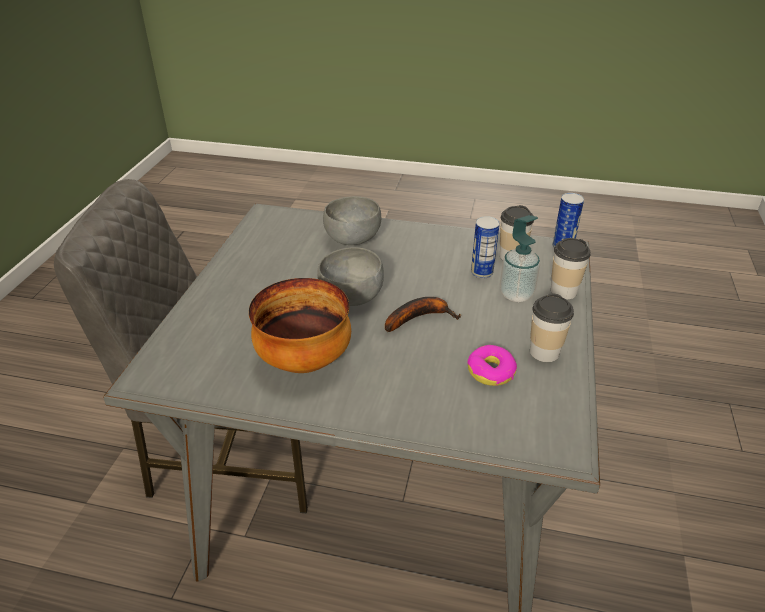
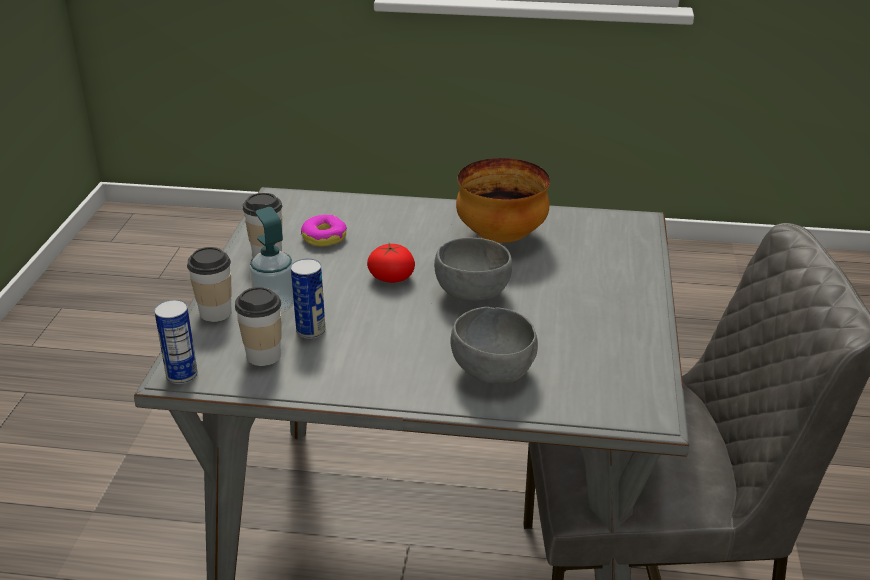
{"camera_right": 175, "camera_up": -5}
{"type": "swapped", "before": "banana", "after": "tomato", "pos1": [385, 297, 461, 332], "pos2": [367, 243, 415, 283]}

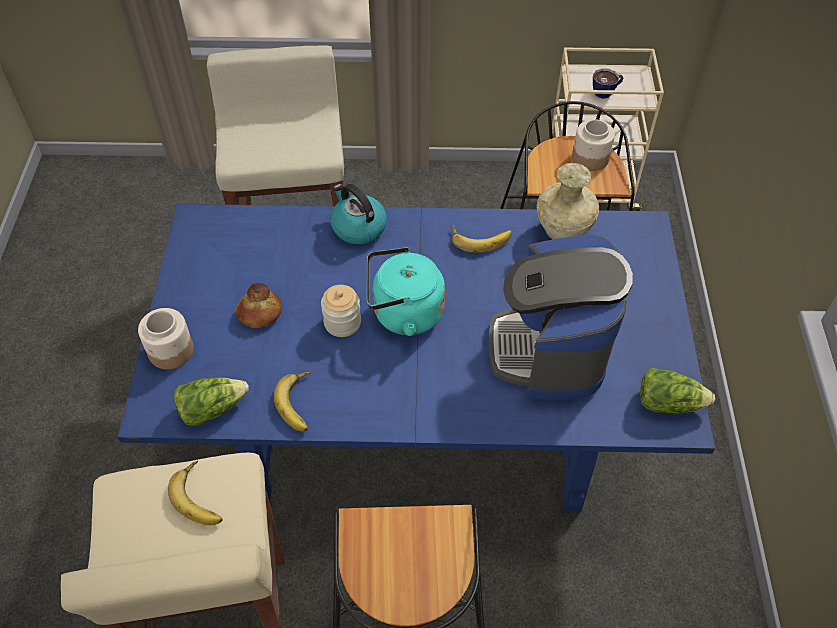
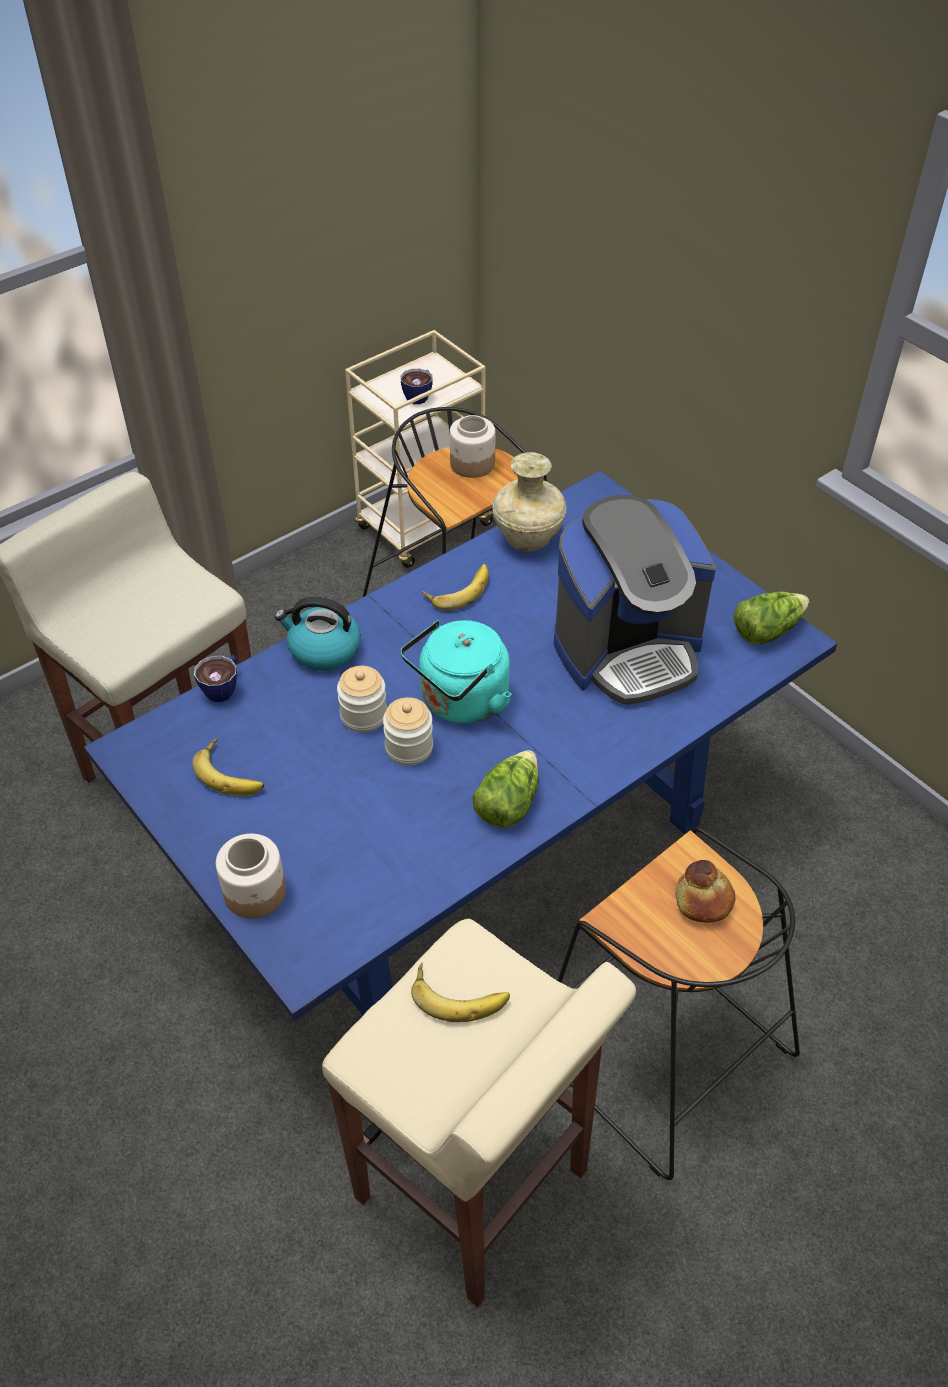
{"camera_right": -40, "camera_up": -5}
{"type": "new", "after": "cup", "pos2": [194, 655, 237, 702]}
{"type": "new", "after": "jar", "pos2": [337, 666, 387, 732]}
{"type": "shifted", "before": "lettuce", "pos1": [174, 377, 249, 426], "pos2": [472, 750, 539, 828]}
{"type": "shifted", "before": "bread", "pos1": [236, 283, 282, 328], "pos2": [675, 860, 736, 923]}
{"type": "shifted", "before": "banana", "pos1": [274, 372, 311, 431], "pos2": [192, 738, 264, 796]}
{"type": "rotated", "before": "coffee machine", "pos1": [489, 235, 633, 400], "pos2": [554, 495, 716, 705], "turn": -75}

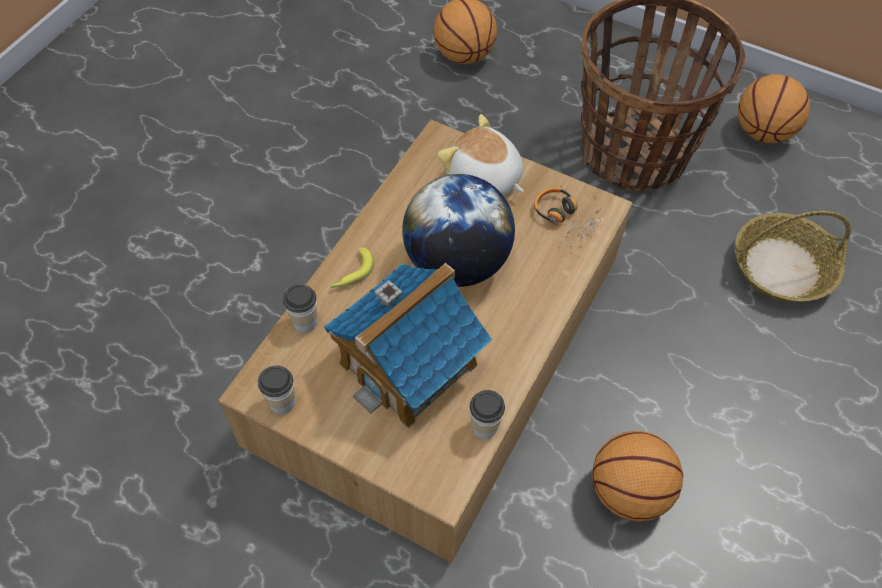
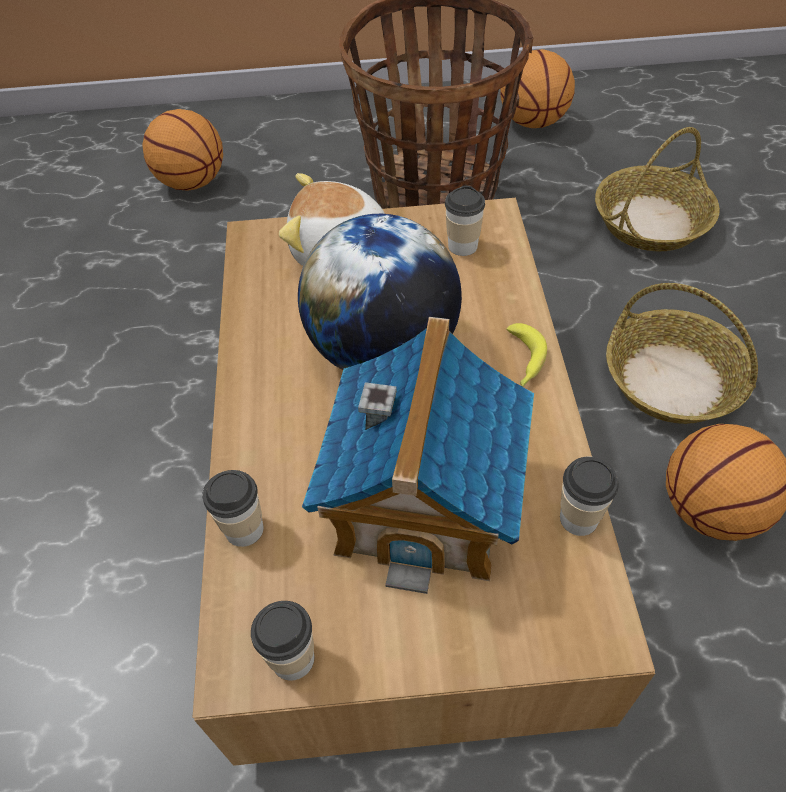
{"camera_right": -30, "camera_up": -5}
{"type": "new", "after": "basket", "pos2": [606, 283, 758, 424]}
{"type": "shifted", "before": "banana", "pos1": [330, 247, 374, 288], "pos2": [506, 323, 547, 387]}
{"type": "swapped", "before": "headphones", "after": "cup", "pos1": [534, 187, 601, 247], "pos2": [445, 186, 485, 256]}

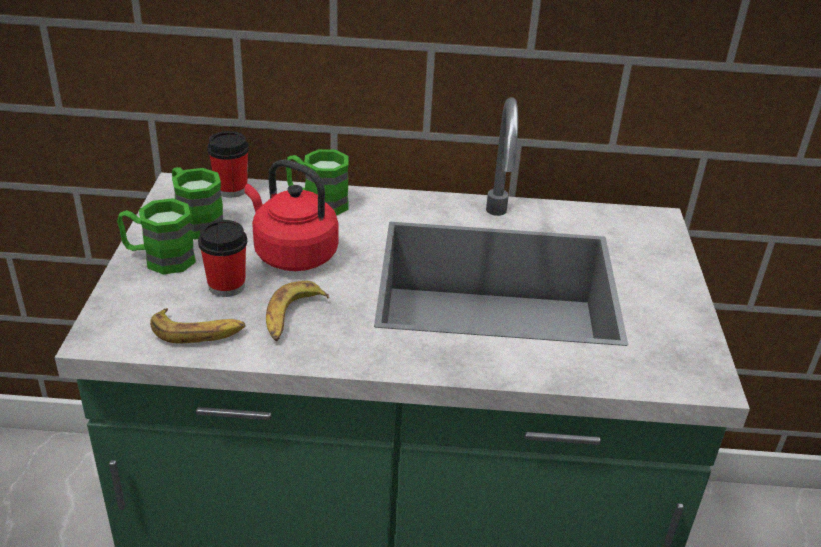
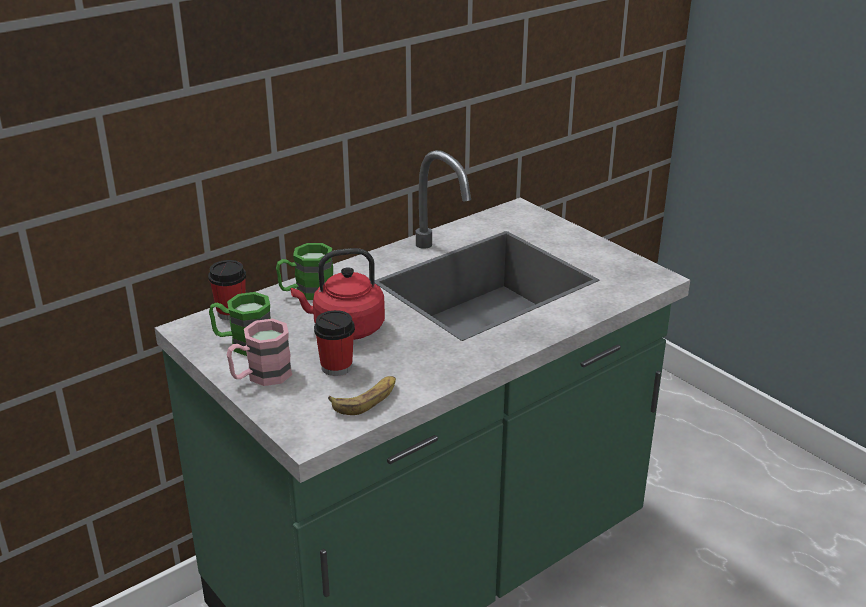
{"camera_right": -40, "camera_up": -5}
{"type": "gone", "before": "banana", "pos1": [266, 281, 329, 341]}
{"type": "repainted", "before": "green mug", "after": "pink mug", "pos1": [117, 198, 196, 274], "pos2": [227, 319, 292, 386]}

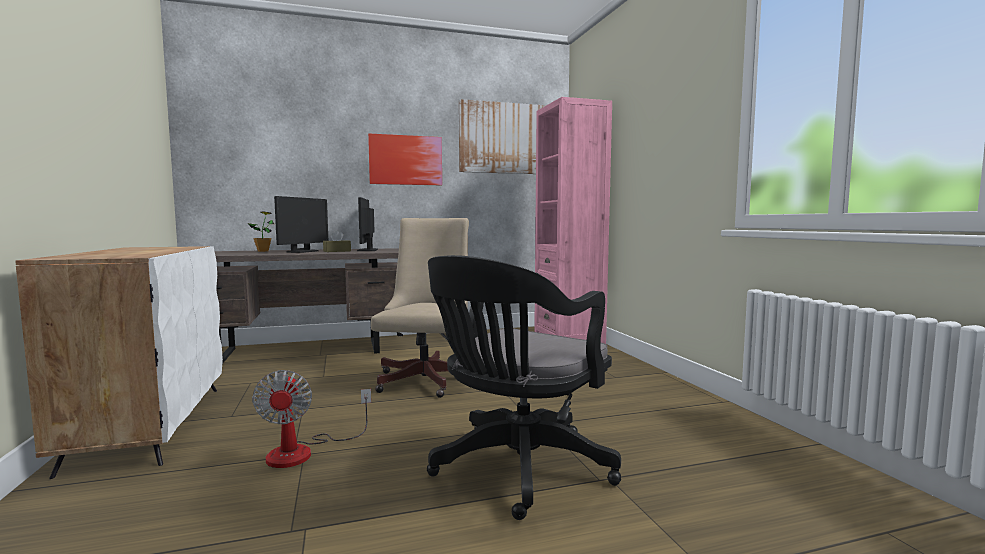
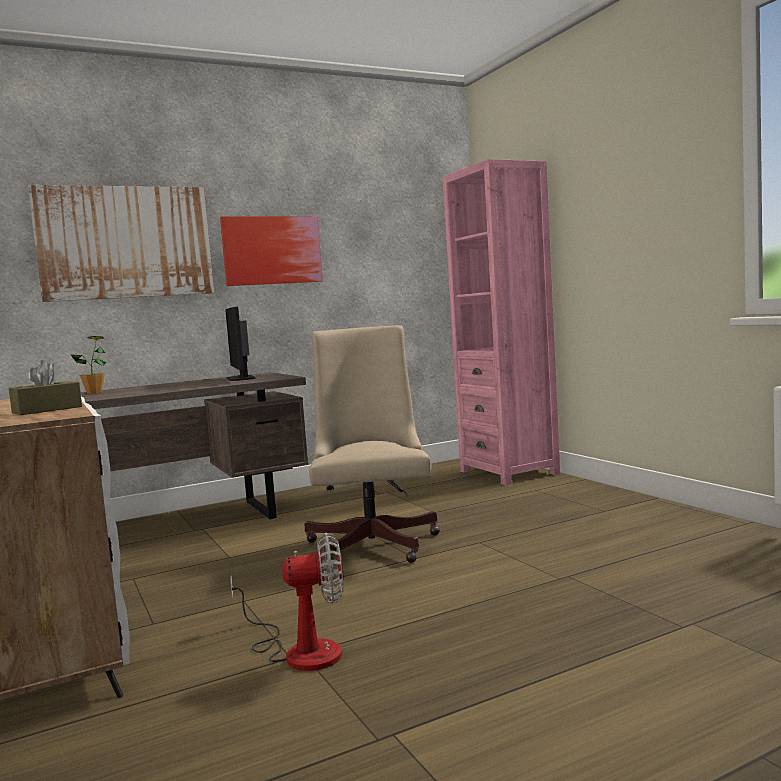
{"camera_right": -10, "camera_up": 0}
{"type": "gone", "before": "monitor", "pos1": [274, 196, 328, 253]}
{"type": "gone", "before": "black office chair", "pos1": [427, 255, 621, 520]}
{"type": "shifted", "before": "brown tissue box", "pos1": [323, 231, 351, 252], "pos2": [9, 360, 82, 415]}
{"type": "shifted", "before": "picture", "pos1": [459, 99, 546, 174], "pos2": [28, 185, 214, 302]}
{"type": "rotated", "before": "fan", "pos1": [252, 370, 371, 468], "pos2": [230, 533, 343, 671], "turn": -75}

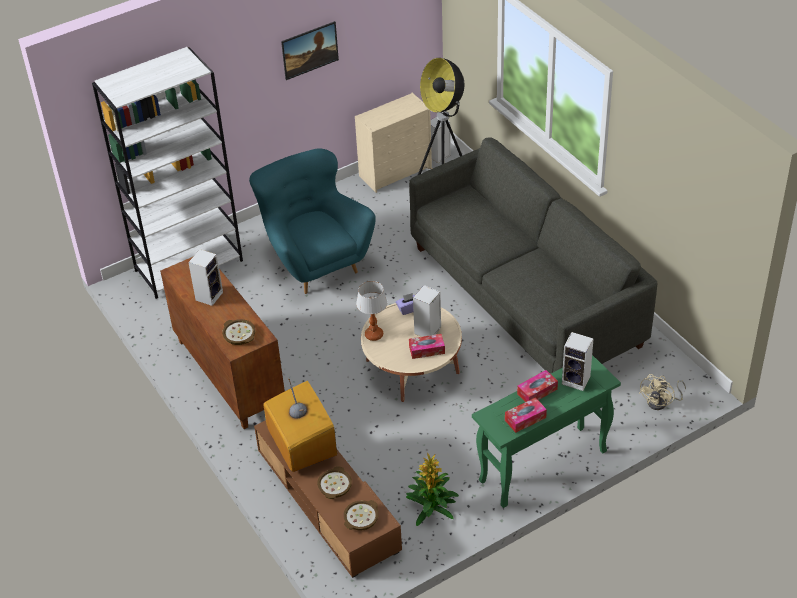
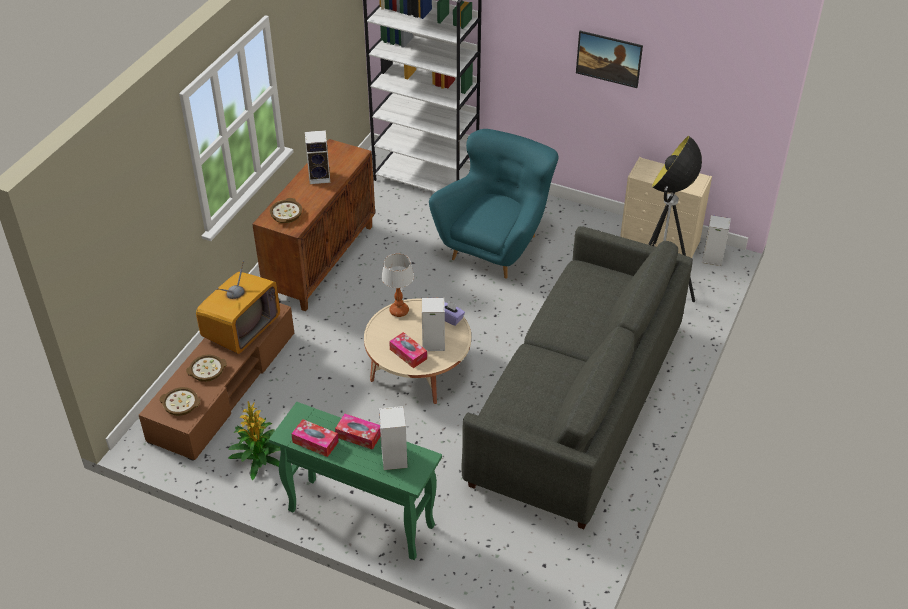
{"camera_right": 55, "camera_up": 0}
{"type": "gone", "before": "beige fan", "pos1": [639, 374, 686, 410]}

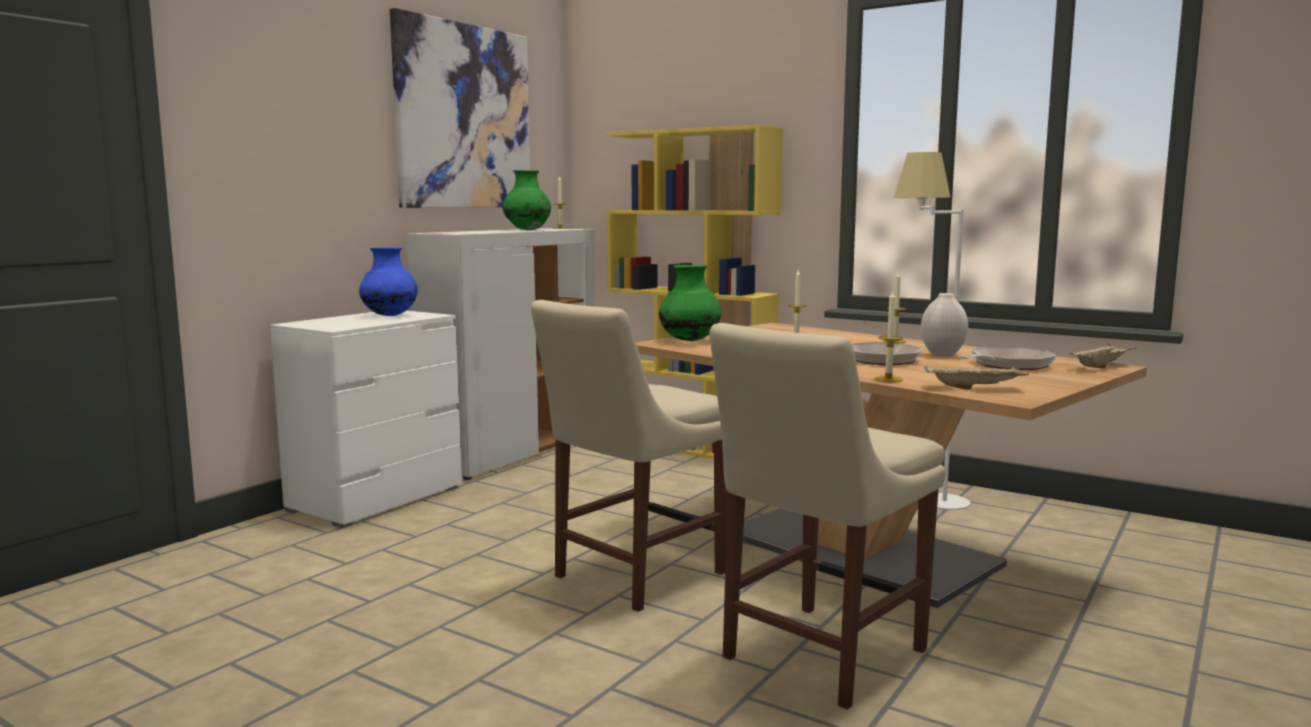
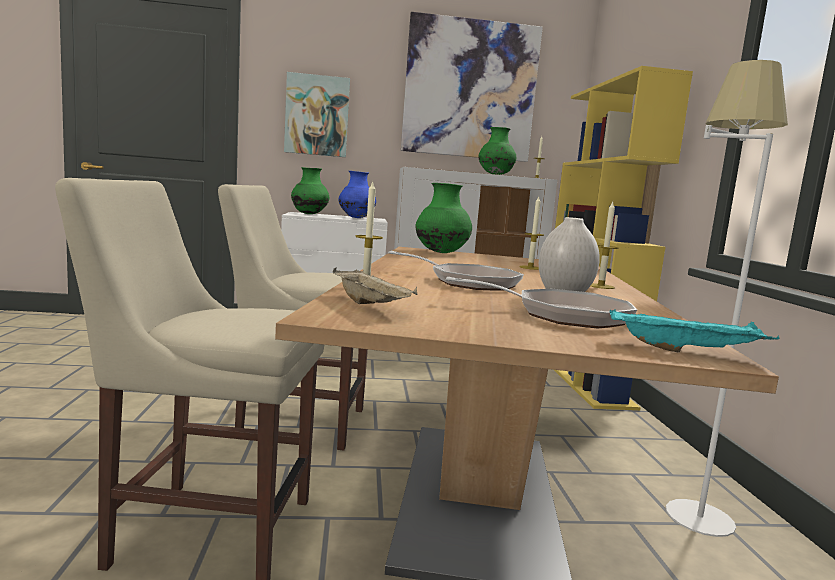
{"camera_right": 50, "camera_up": 0}
{"type": "new", "after": "picture", "pos2": [284, 72, 350, 157]}
{"type": "new", "after": "green vase", "pos2": [291, 167, 329, 214]}
{"type": "repainted", "before": "beige tray", "after": "turquoise tray", "pos1": [1069, 343, 1136, 369], "pos2": [610, 309, 779, 352]}

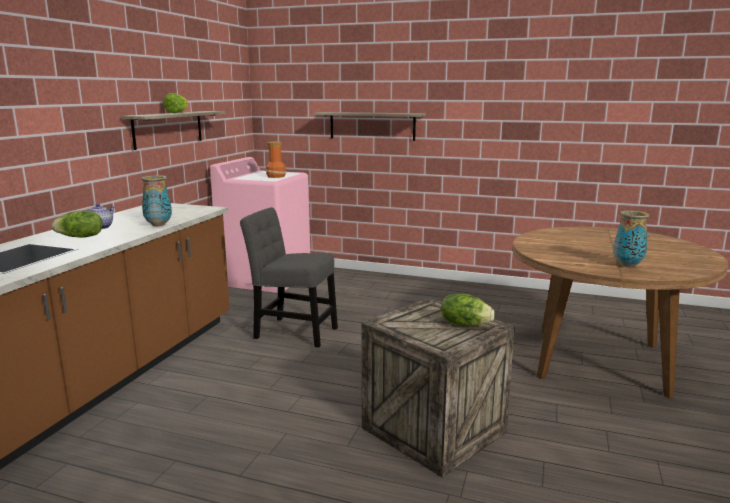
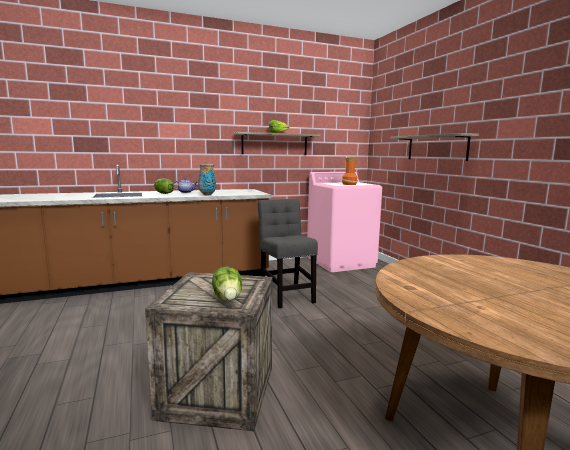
{"camera_right": 50, "camera_up": -5}
{"type": "gone", "before": "vase", "pos1": [613, 211, 649, 267]}

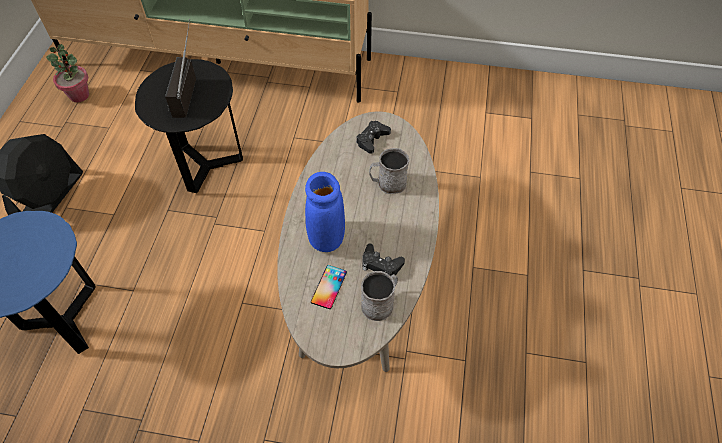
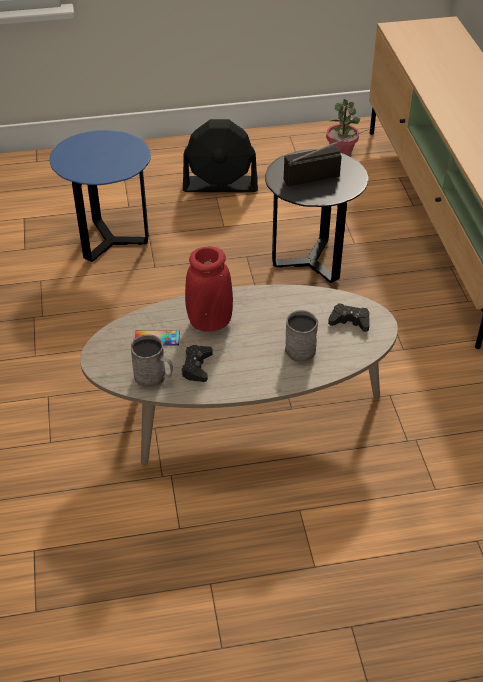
{"camera_right": 70, "camera_up": -10}
{"type": "repainted", "before": "blue vase", "after": "red vase", "pos1": [305, 172, 345, 252], "pos2": [185, 247, 233, 332]}

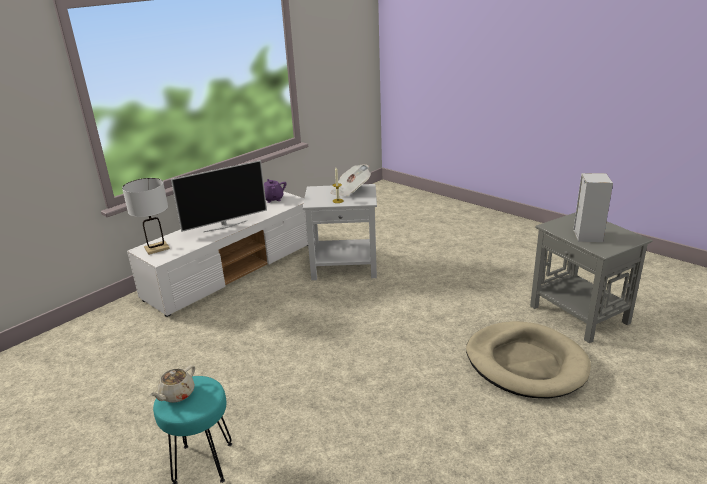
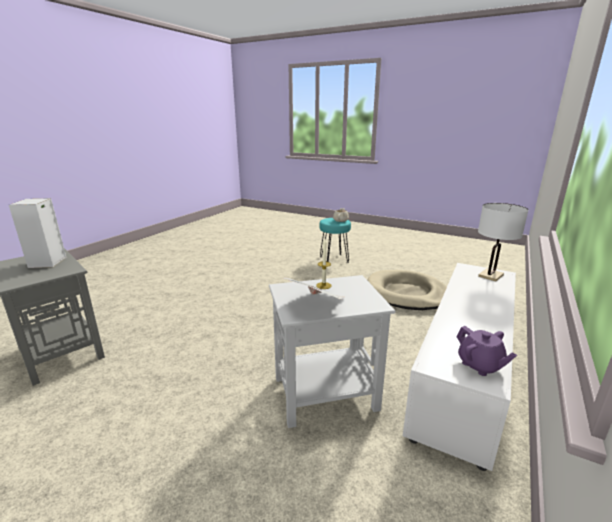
{"camera_right": 165, "camera_up": -5}
{"type": "gone", "before": "television", "pos1": [171, 160, 267, 232]}
{"type": "shifted", "before": "beige dog bed", "pos1": [466, 321, 591, 398], "pos2": [367, 270, 447, 310]}

